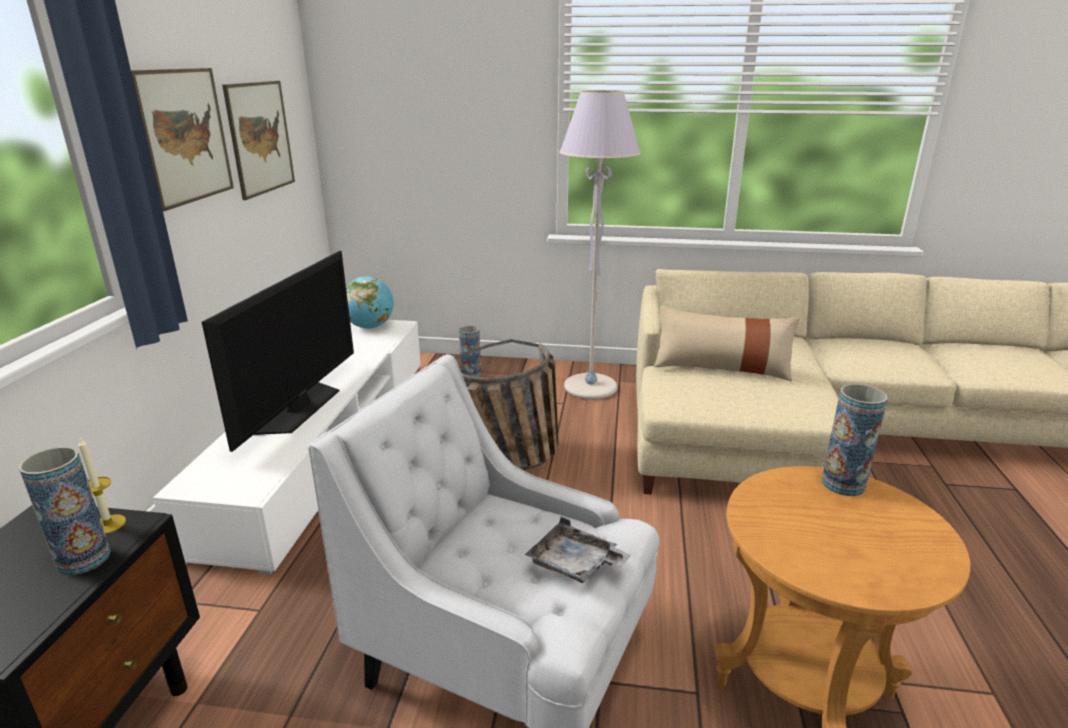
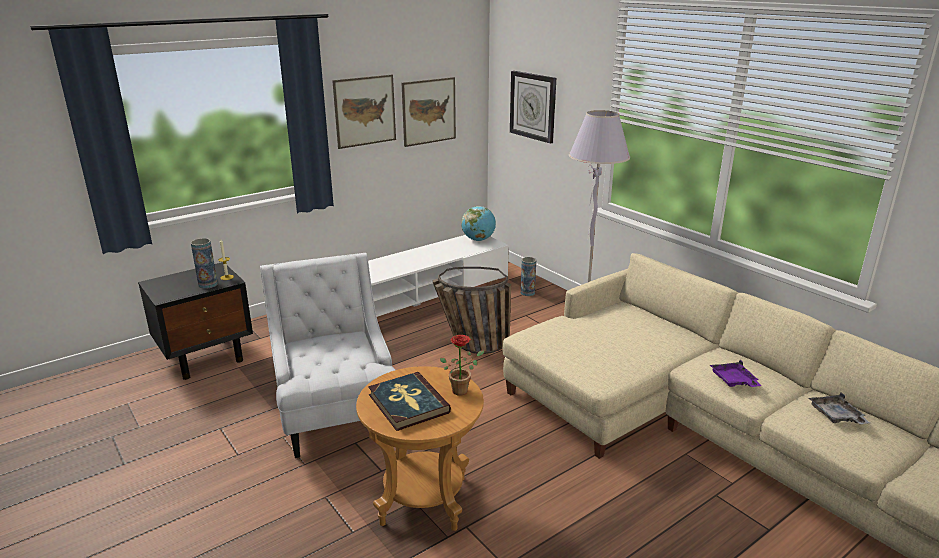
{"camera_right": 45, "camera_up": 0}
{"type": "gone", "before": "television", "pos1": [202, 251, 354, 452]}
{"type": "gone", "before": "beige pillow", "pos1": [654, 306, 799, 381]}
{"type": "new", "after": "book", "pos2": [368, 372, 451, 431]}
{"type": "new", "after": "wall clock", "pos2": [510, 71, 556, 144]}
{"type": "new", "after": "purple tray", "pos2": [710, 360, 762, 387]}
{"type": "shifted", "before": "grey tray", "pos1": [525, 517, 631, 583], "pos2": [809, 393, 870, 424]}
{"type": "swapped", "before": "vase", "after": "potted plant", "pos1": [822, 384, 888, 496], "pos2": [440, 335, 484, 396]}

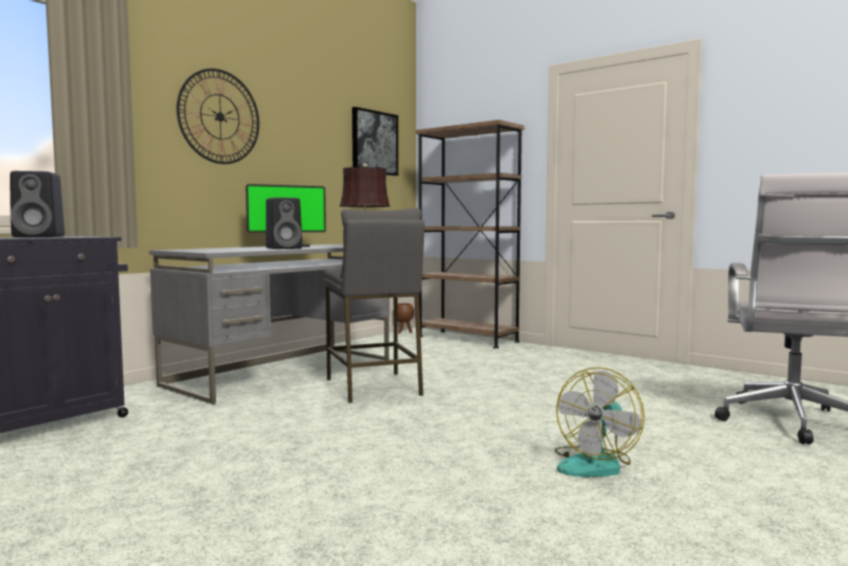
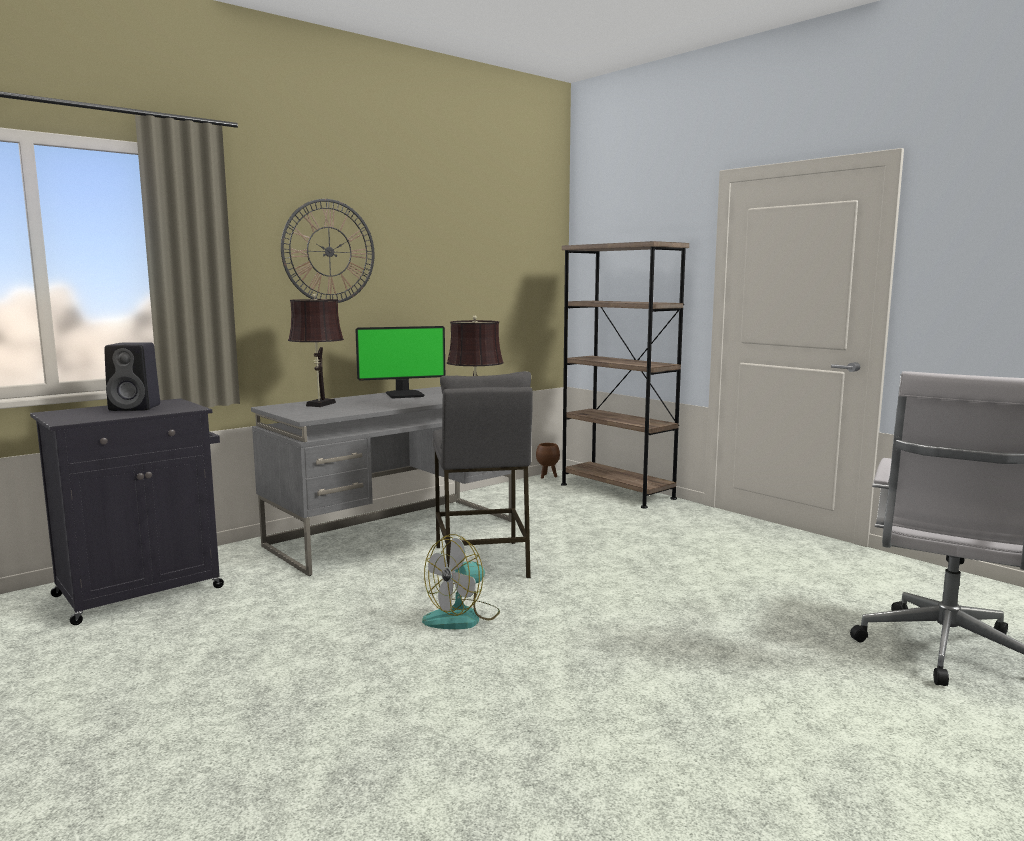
{"camera_right": 10, "camera_up": 5}
{"type": "gone", "before": "black speaker", "pos1": [266, 197, 302, 249]}
{"type": "gone", "before": "picture", "pos1": [352, 107, 398, 176]}
{"type": "new", "after": "brown table lamp", "pos2": [288, 294, 344, 407]}
{"type": "shifted", "before": "fan", "pos1": [555, 367, 645, 477], "pos2": [422, 534, 500, 629]}

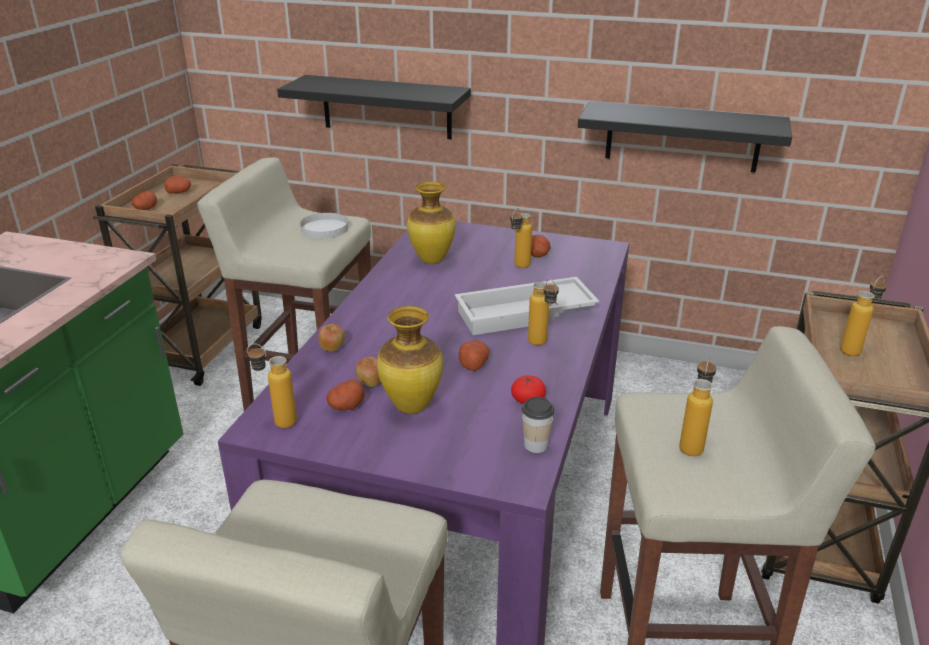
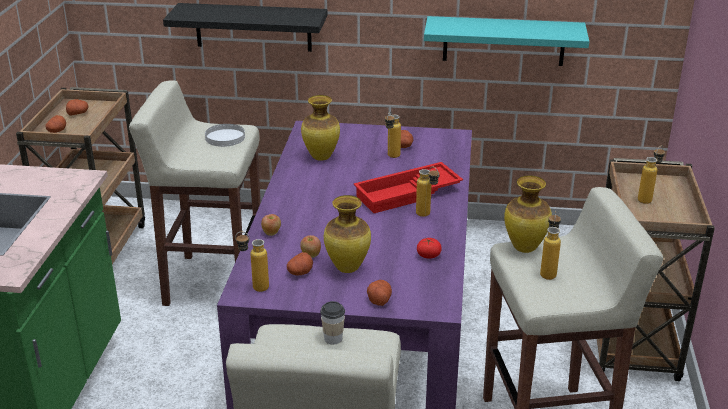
{"camera_right": -10, "camera_up": 0}
{"type": "new", "after": "vase", "pos2": [504, 176, 552, 253]}
{"type": "shifted", "before": "potato", "pos1": [459, 340, 489, 371], "pos2": [367, 280, 392, 306]}
{"type": "shifted", "before": "cup", "pos1": [522, 397, 554, 453], "pos2": [320, 301, 345, 345]}
{"type": "repainted", "before": "white tray", "after": "red tray", "pos1": [455, 277, 599, 335], "pos2": [353, 162, 463, 213]}
{"type": "repainted", "before": "black shelf", "after": "turquoise shelf", "pos1": [578, 101, 792, 173], "pos2": [424, 16, 589, 66]}

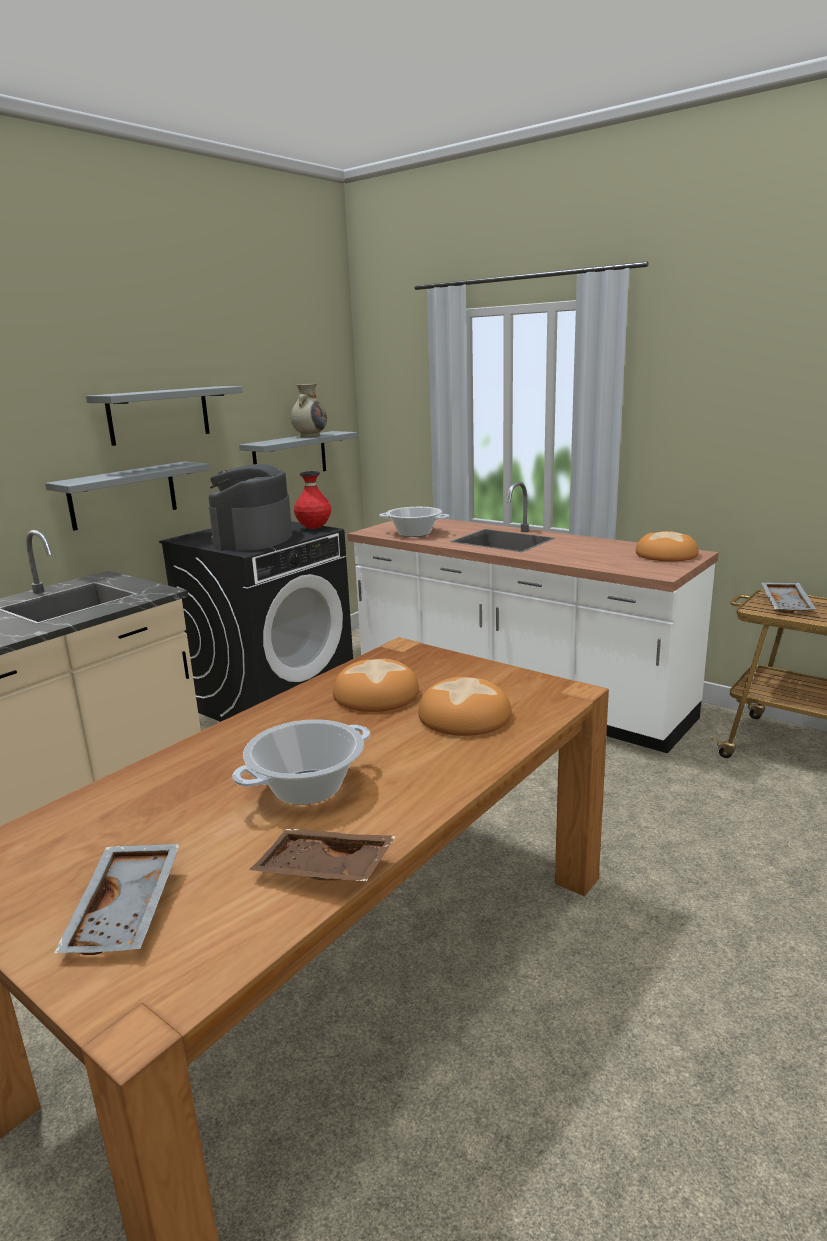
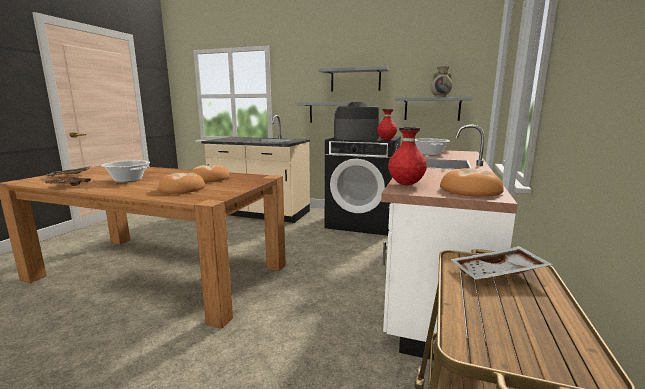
{"camera_right": 70, "camera_up": -5}
{"type": "new", "after": "red vase", "pos2": [388, 127, 427, 185]}

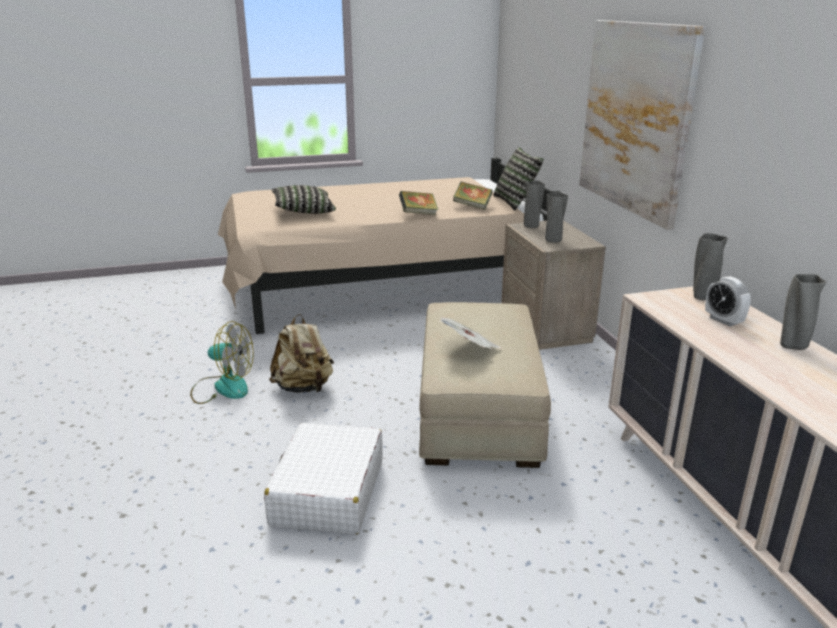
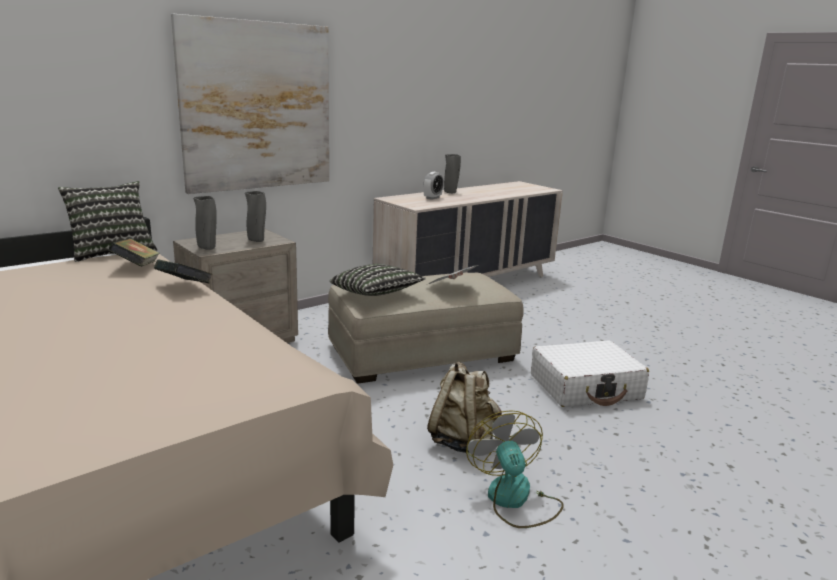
{"camera_right": -115, "camera_up": -5}
{"type": "gone", "before": "grey vase", "pos1": [693, 233, 728, 300]}
{"type": "shifted", "before": "pillow", "pos1": [271, 185, 336, 214], "pos2": [330, 264, 426, 296]}

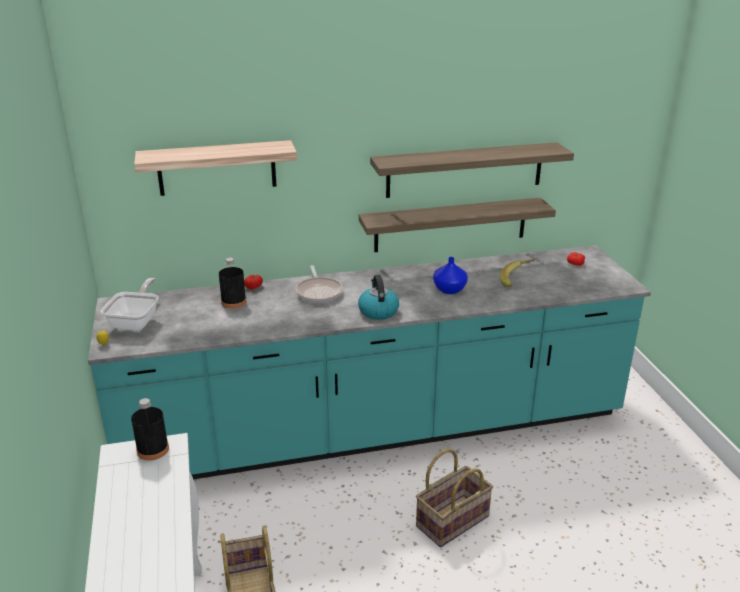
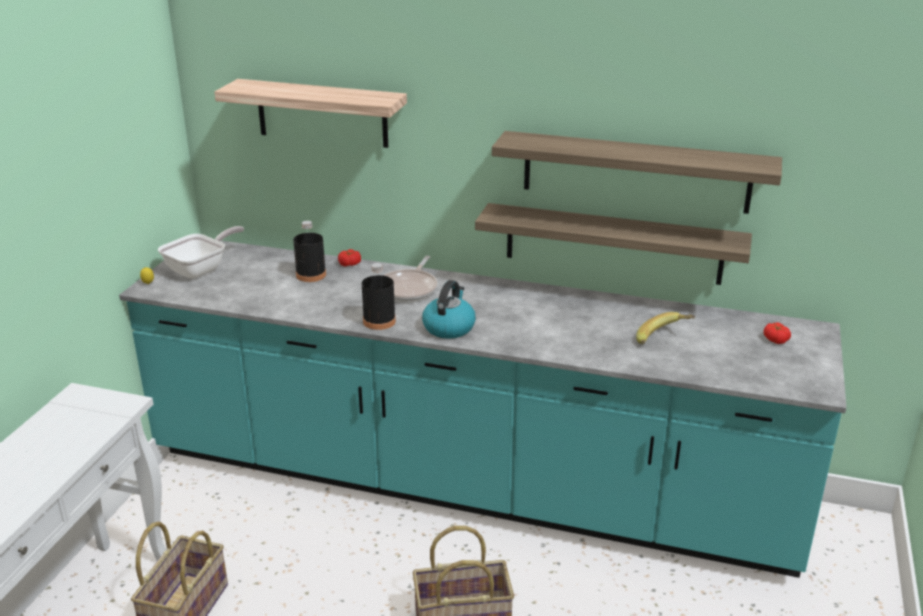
{"camera_right": 30, "camera_up": 0}
{"type": "gone", "before": "blue vase", "pos1": [433, 257, 468, 294]}
{"type": "shifted", "before": "black bottle", "pos1": [131, 398, 169, 460], "pos2": [362, 263, 396, 330]}

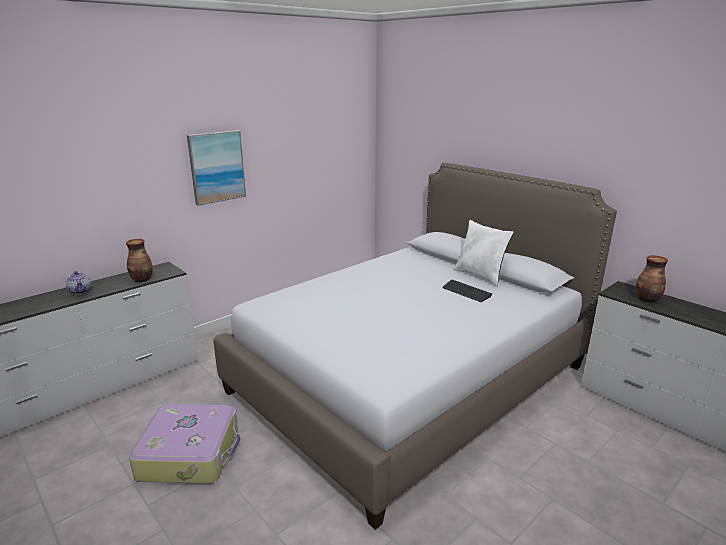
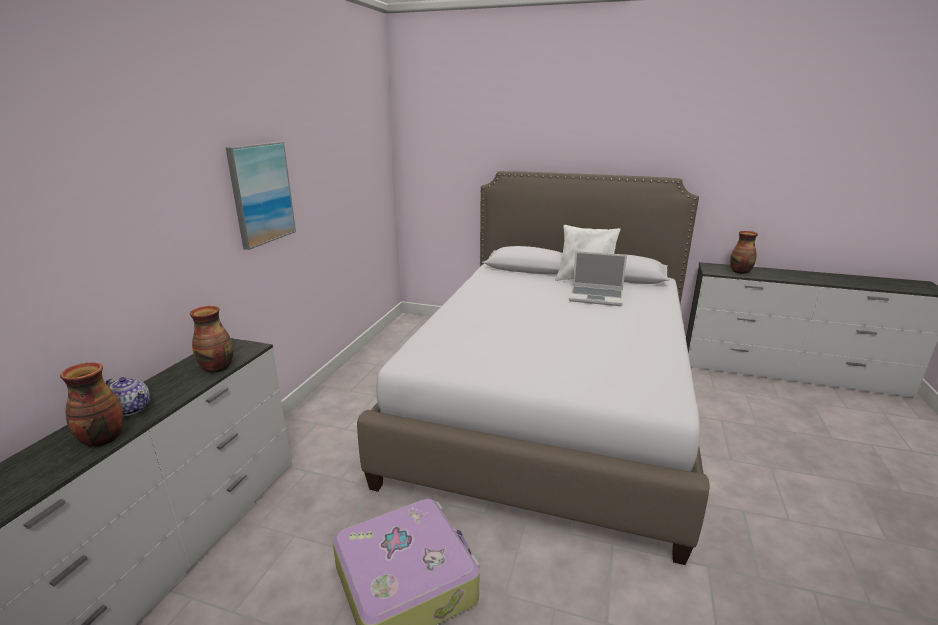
{"camera_right": -30, "camera_up": 0}
{"type": "new", "after": "vase", "pos2": [60, 363, 124, 447]}
{"type": "swapped", "before": "keyboard", "after": "laptop", "pos1": [442, 279, 492, 302], "pos2": [569, 251, 627, 306]}

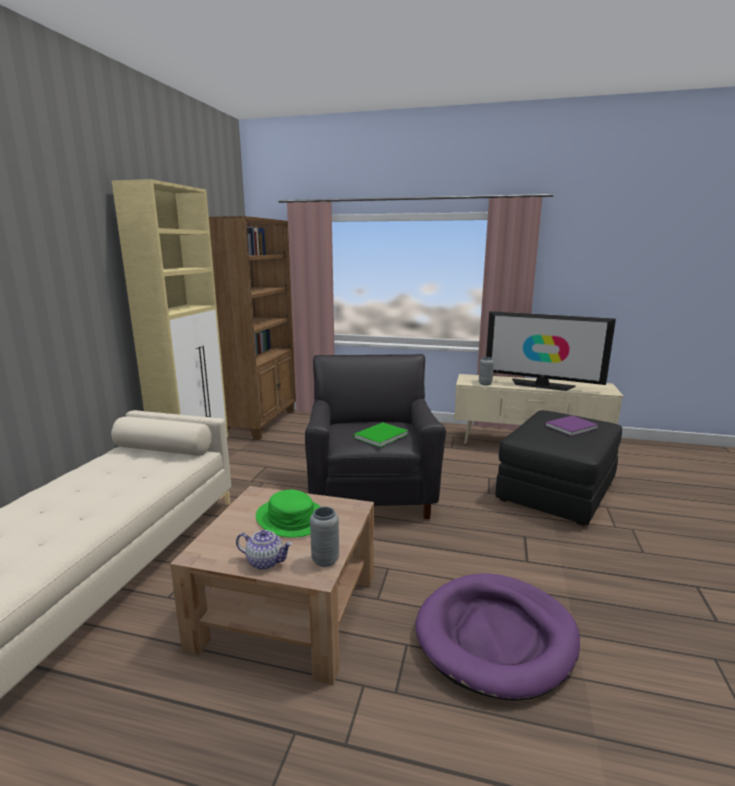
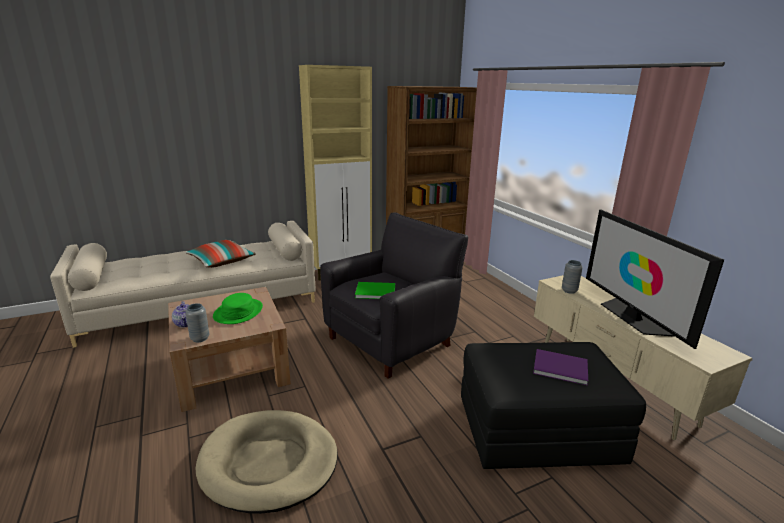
{"camera_right": 50, "camera_up": 5}
{"type": "new", "after": "pillow", "pos2": [186, 240, 256, 268]}
{"type": "repainted", "before": "purple dog bed", "after": "beige dog bed", "pos1": [415, 573, 580, 701], "pos2": [195, 410, 338, 514]}

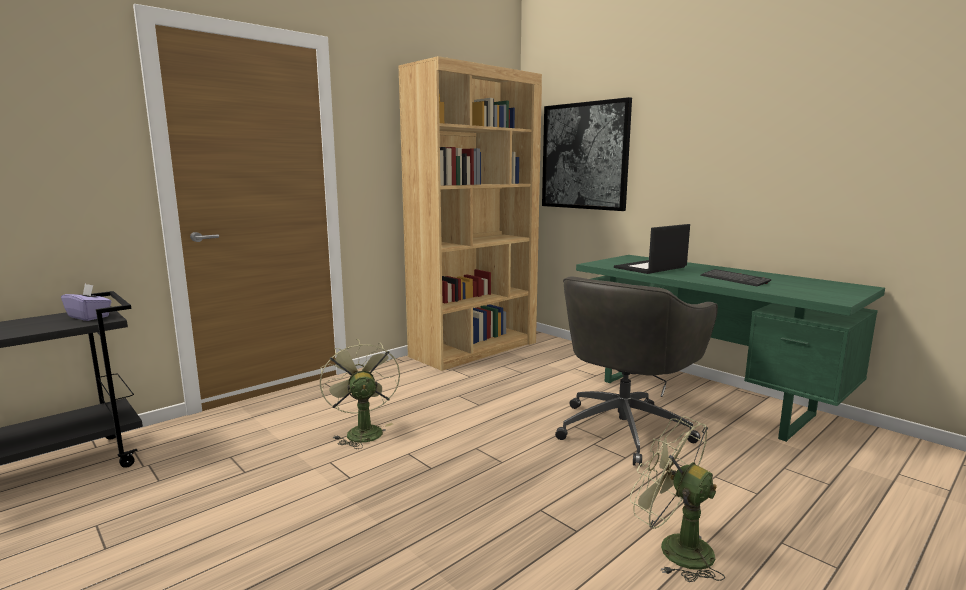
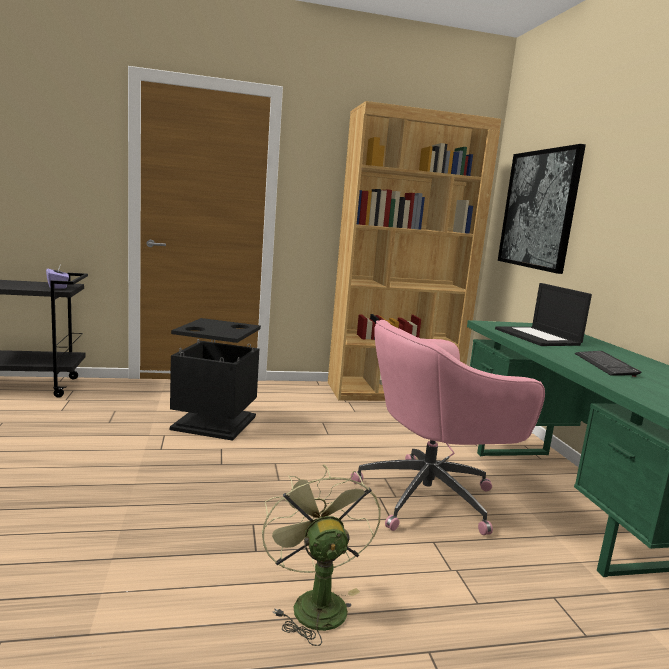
{"camera_right": 30, "camera_up": 0}
{"type": "swapped", "before": "green fan", "after": "black trash can", "pos1": [320, 339, 400, 449], "pos2": [170, 318, 261, 441]}
{"type": "repainted", "before": "grey office chair", "after": "pink office chair", "pos1": [555, 276, 718, 467], "pos2": [351, 320, 545, 535]}
{"type": "rotated", "before": "laptop", "pos1": [614, 224, 690, 274], "pos2": [495, 283, 592, 346], "turn": -105}

